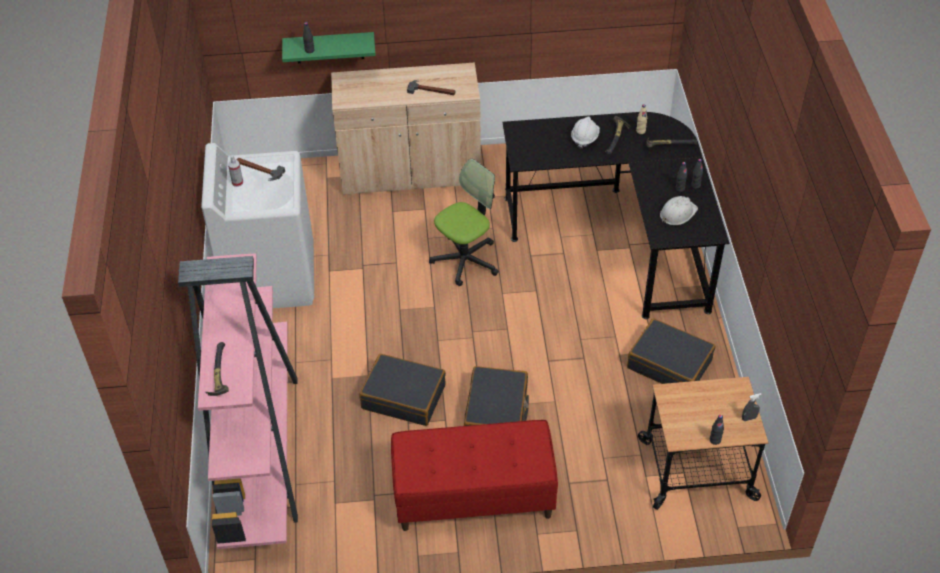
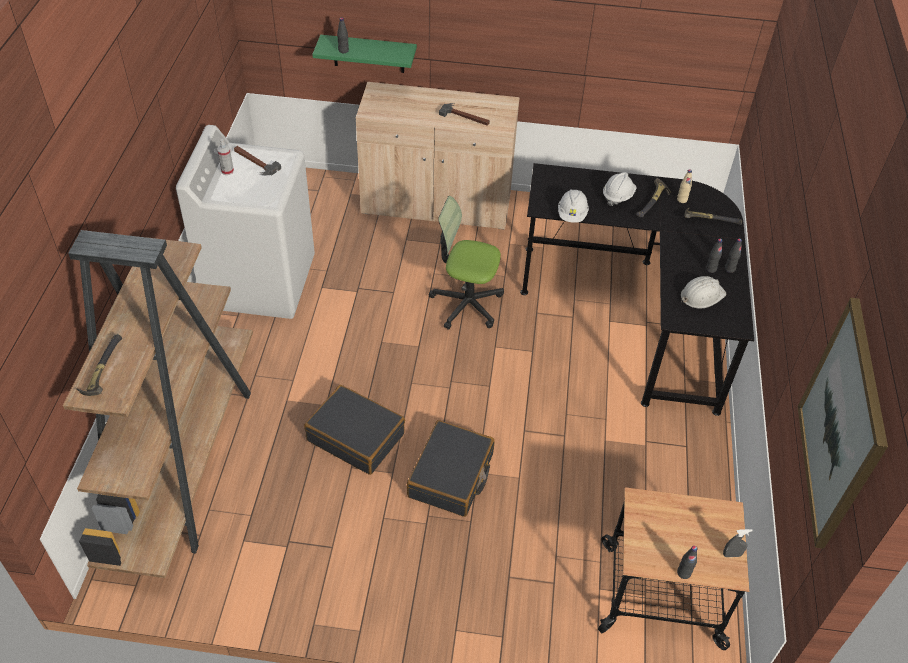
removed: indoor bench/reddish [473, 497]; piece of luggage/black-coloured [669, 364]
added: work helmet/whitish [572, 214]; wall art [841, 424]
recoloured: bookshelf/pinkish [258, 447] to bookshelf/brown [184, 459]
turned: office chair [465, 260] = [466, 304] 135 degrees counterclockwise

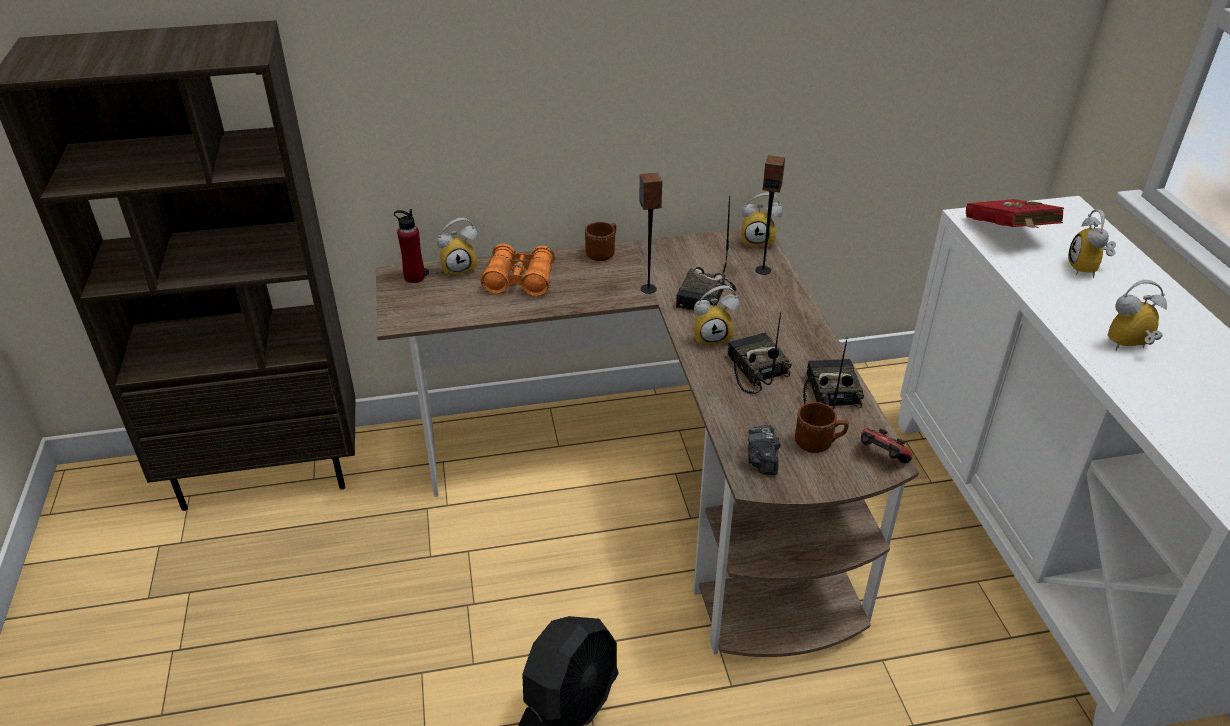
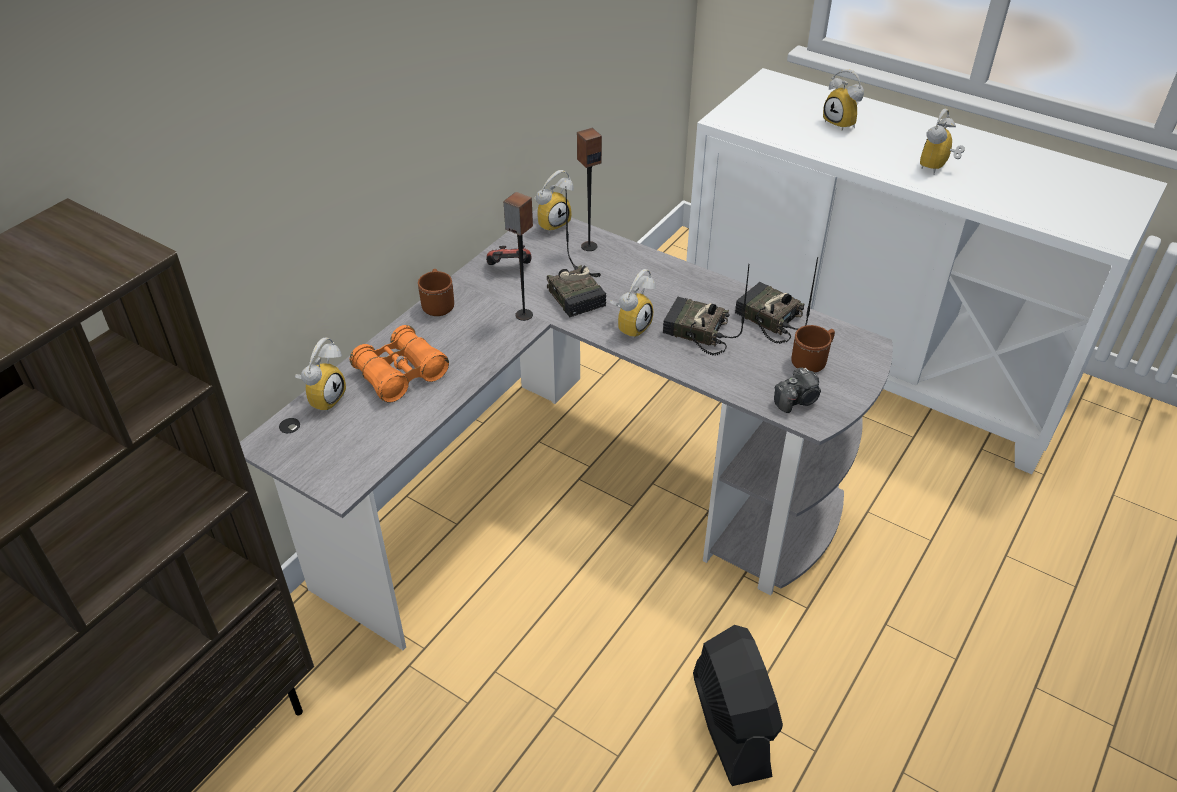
removed: drink bottle/reddish [414, 277]; book/reddish [1008, 235]
moved: game controller [881, 457] to [509, 268]
recoloured: desk table/brown [661, 485] to desk table/gray [580, 496]
turned: photo camera [762, 460] = [797, 400] 75 degrees counterclockwise

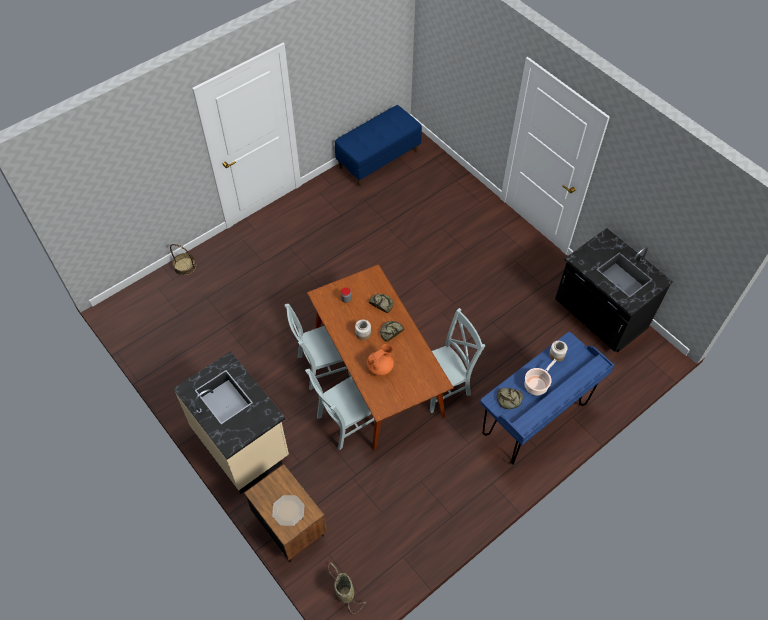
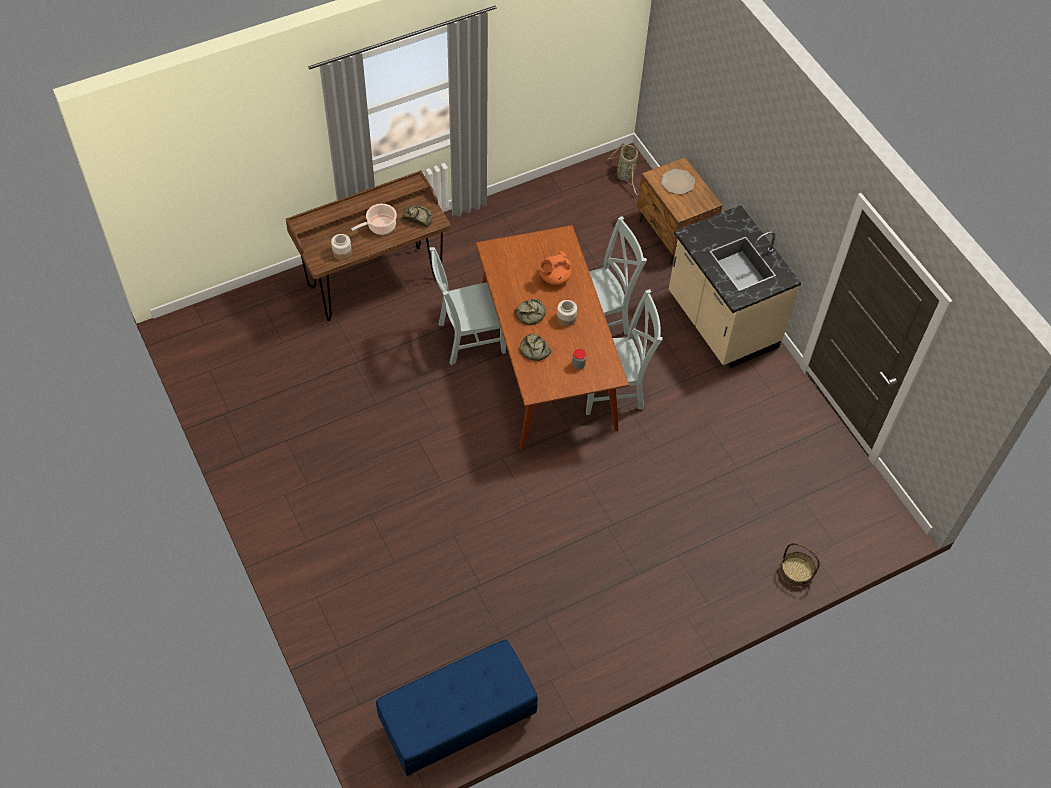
removed: kitchen counter/black-coloured [599, 317]
recoloured: desk table/blue-coloured [534, 420] to desk table/brown [374, 283]

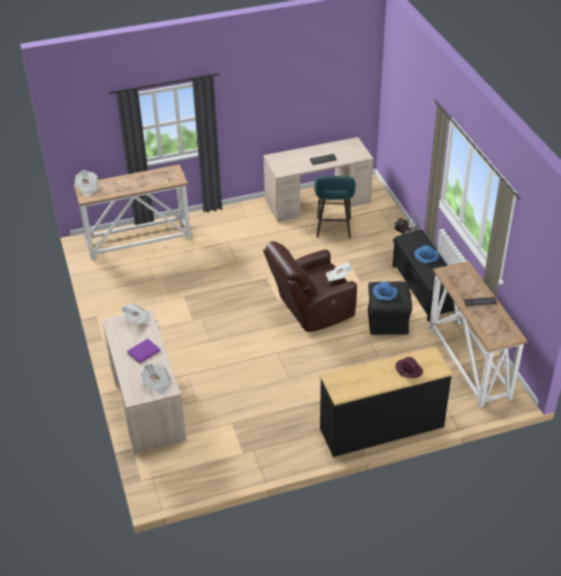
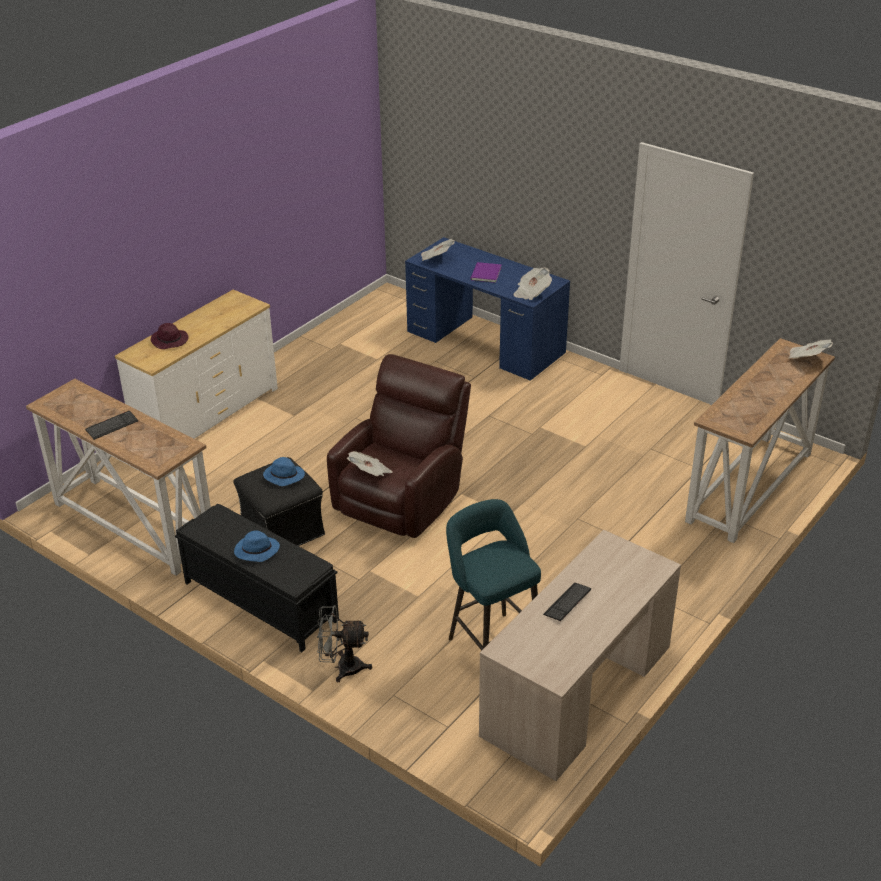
recoloured: desk table/beige [147, 401] to desk table/blue-coloured [485, 342]; drawer chest/black-coloured [382, 428] to drawer chest/whitish [206, 415]

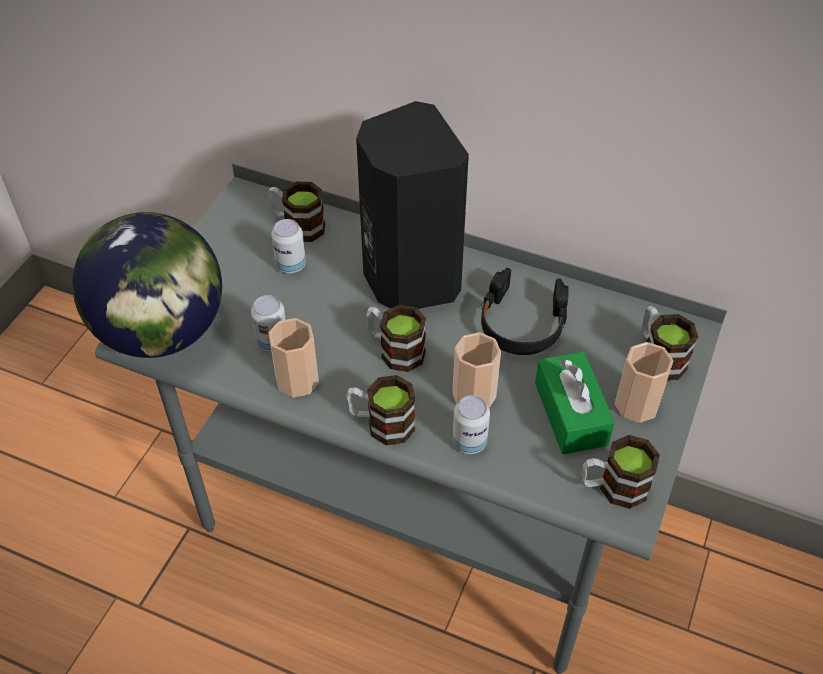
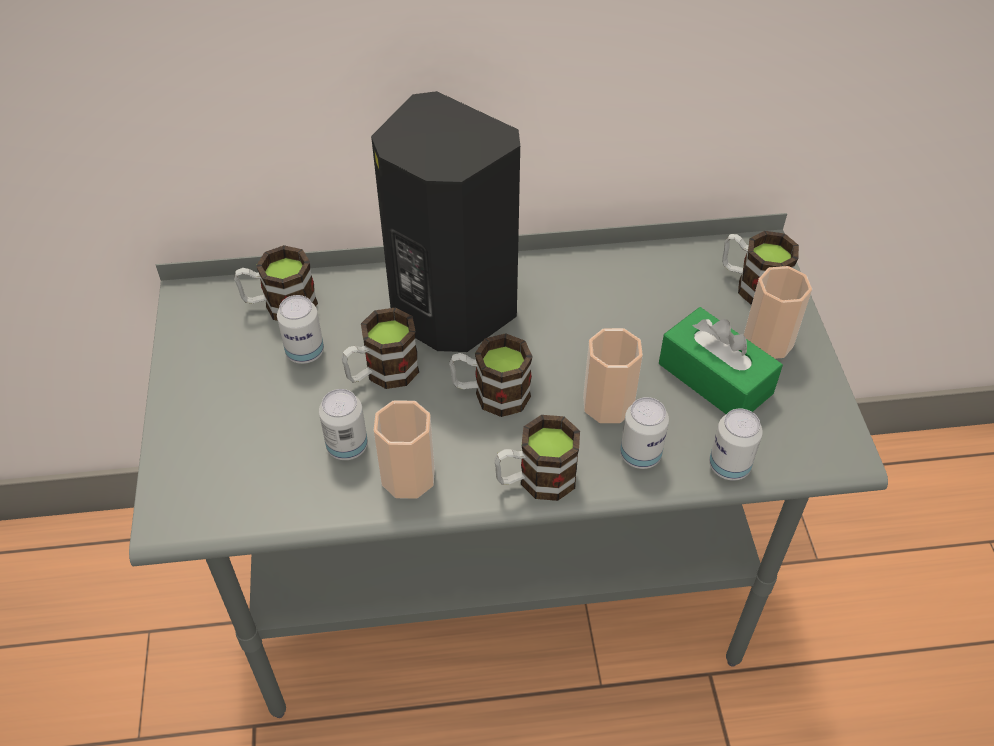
removed: globe [162, 332]; headphones/black-coloured [522, 323]
added: can [729, 466]
moved: coffee mug [613, 487] to [382, 373]

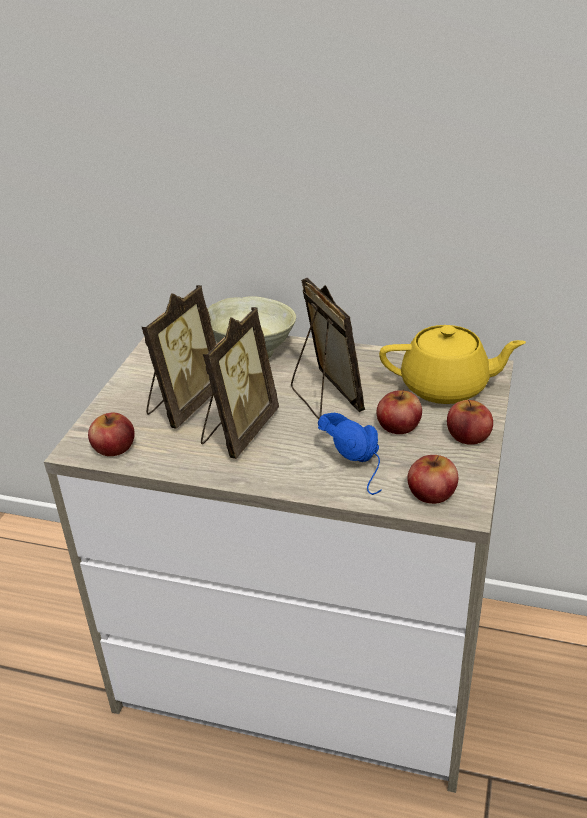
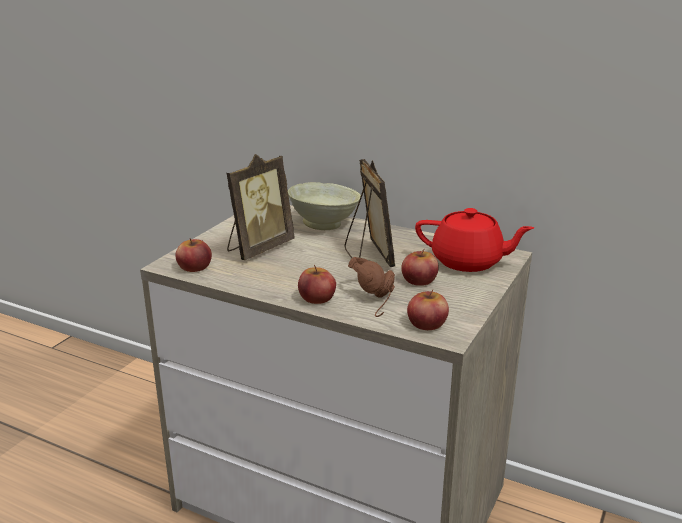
removed: photo frame [238, 431]
moved: apple fruit [468, 435] to [317, 298]
recoloured: headphones/blue-coloured [363, 463] to headphones/brown [380, 299]; teapot/yellow-coloured [446, 387] to teapot/reddish [468, 262]

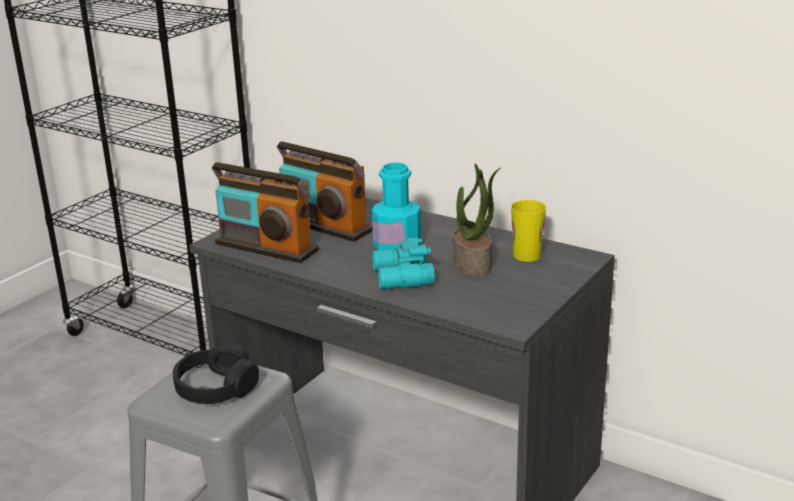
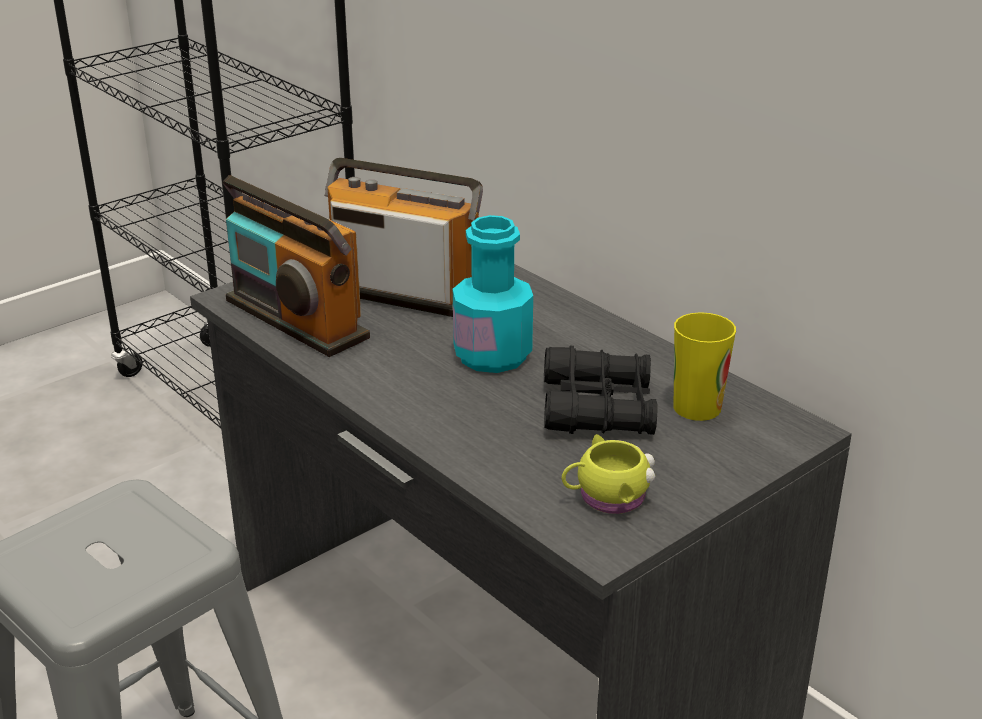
removed: headphones/black-coloured [216, 388]; field glasses/blue-green [401, 278]
added: coffee mug/yellow-coloured [606, 497]
replaced: houseplant [473, 264] to field glasses/black-coloured [598, 407]
turned: radio [324, 225] = [405, 294] 150 degrees clockwise

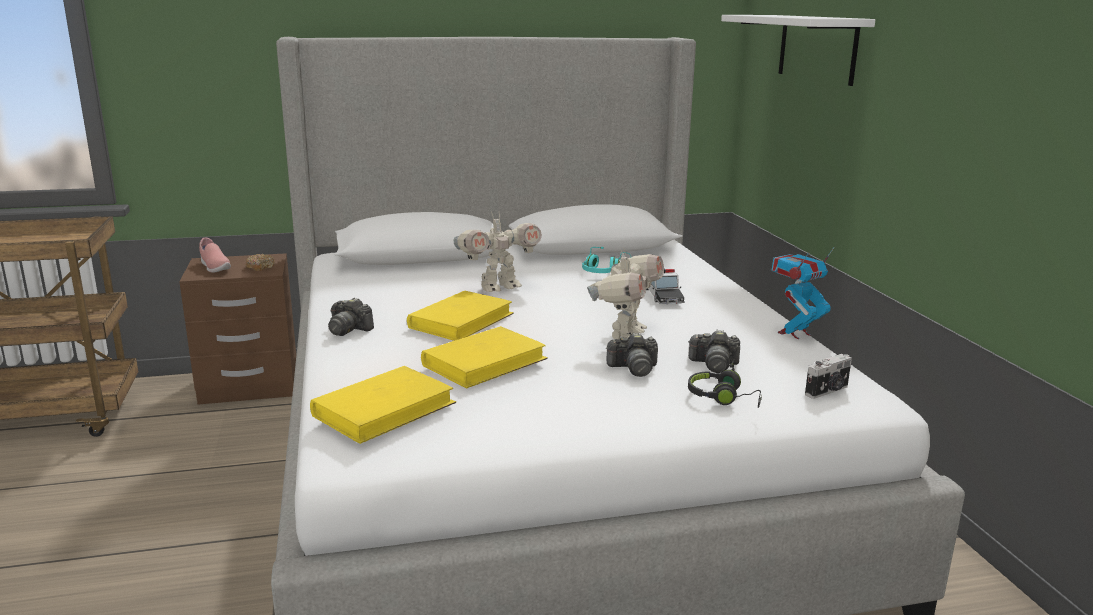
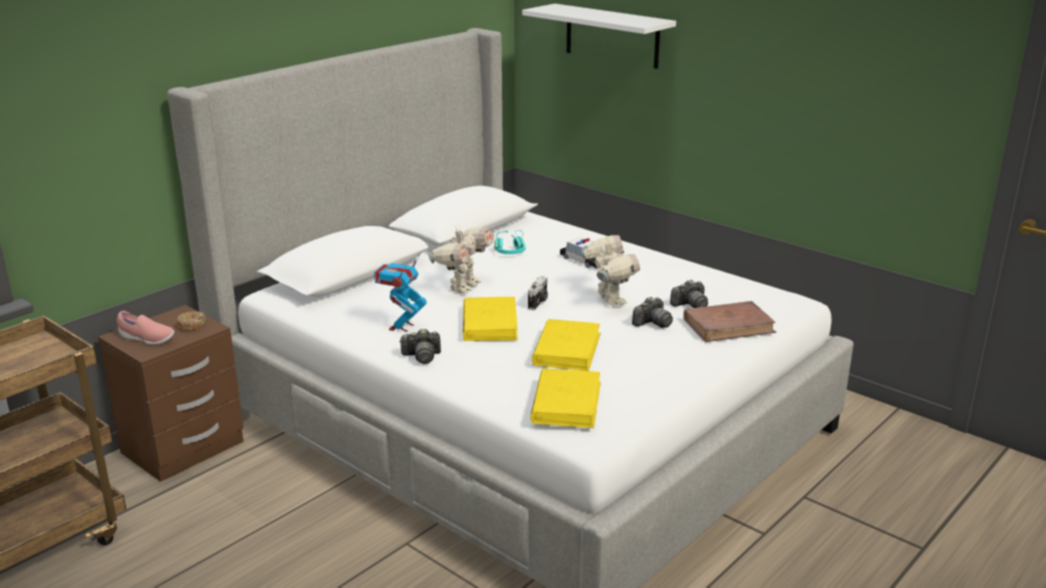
moved: model robot [794, 333] to [401, 327]; photo camera [828, 391] to [538, 302]
replaced: headphones/black-coloured [724, 398] to book/brown [728, 326]

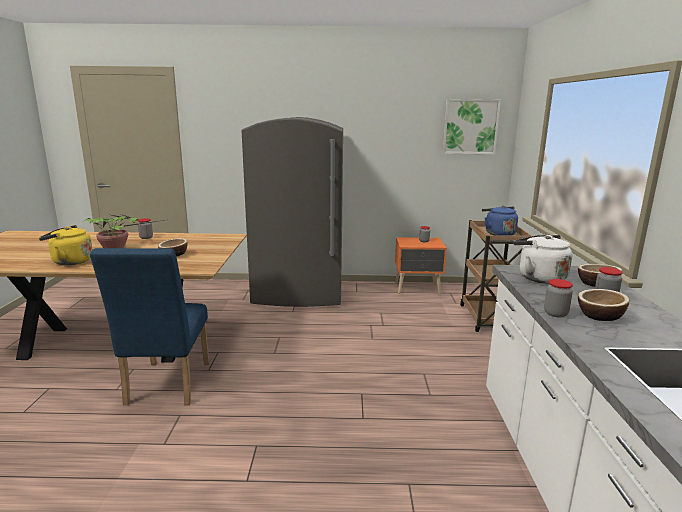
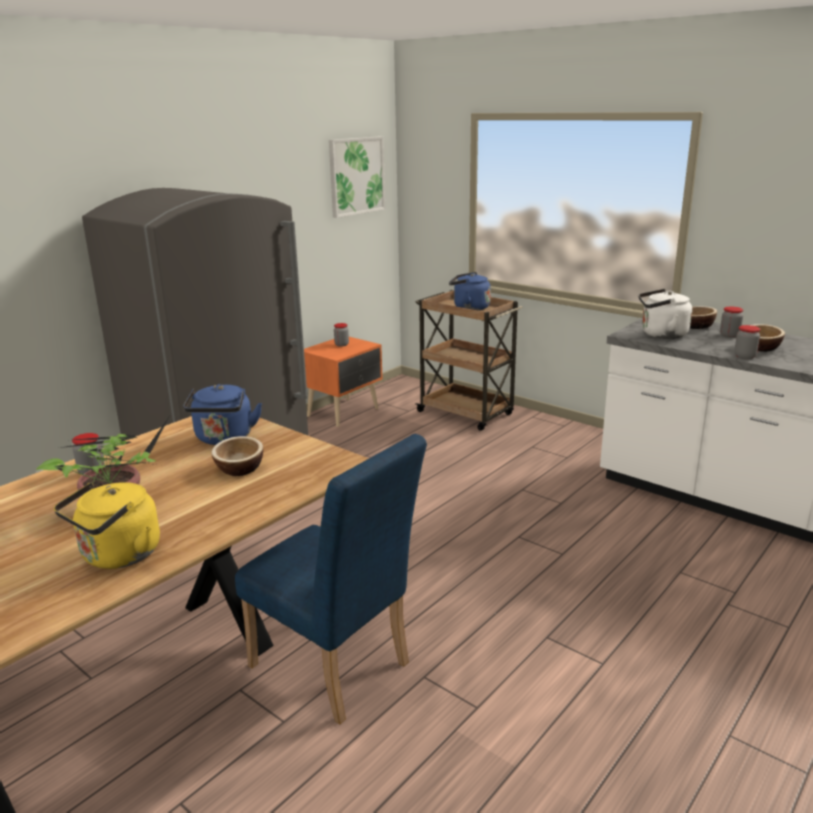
added: kettle/blue-coloured [224, 439]

